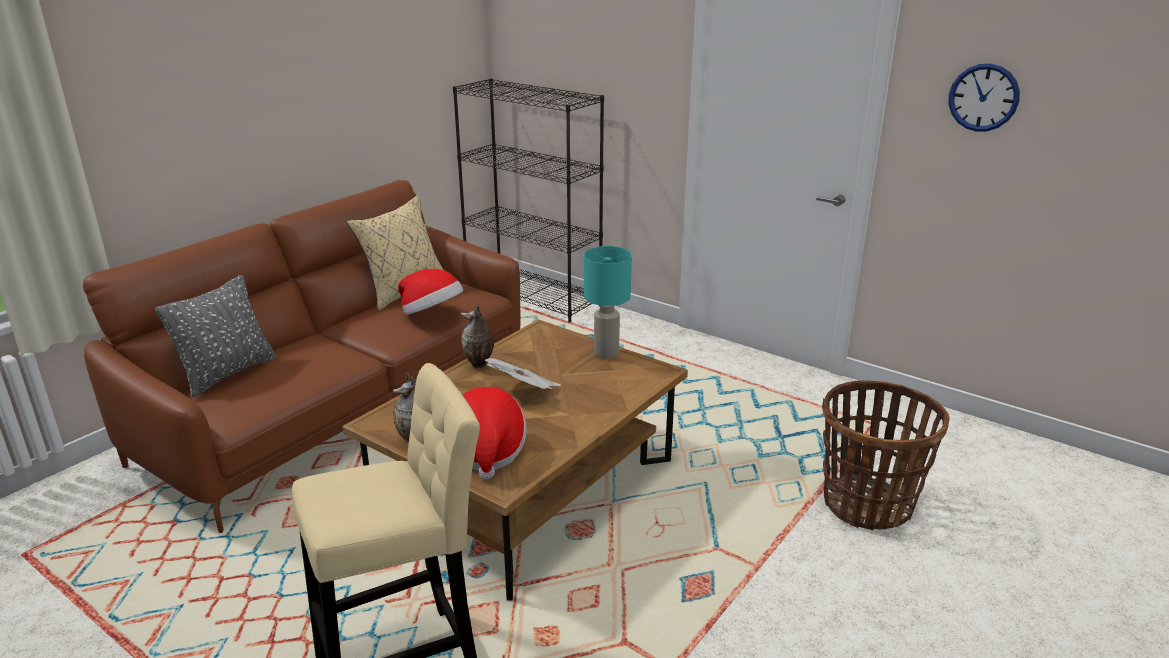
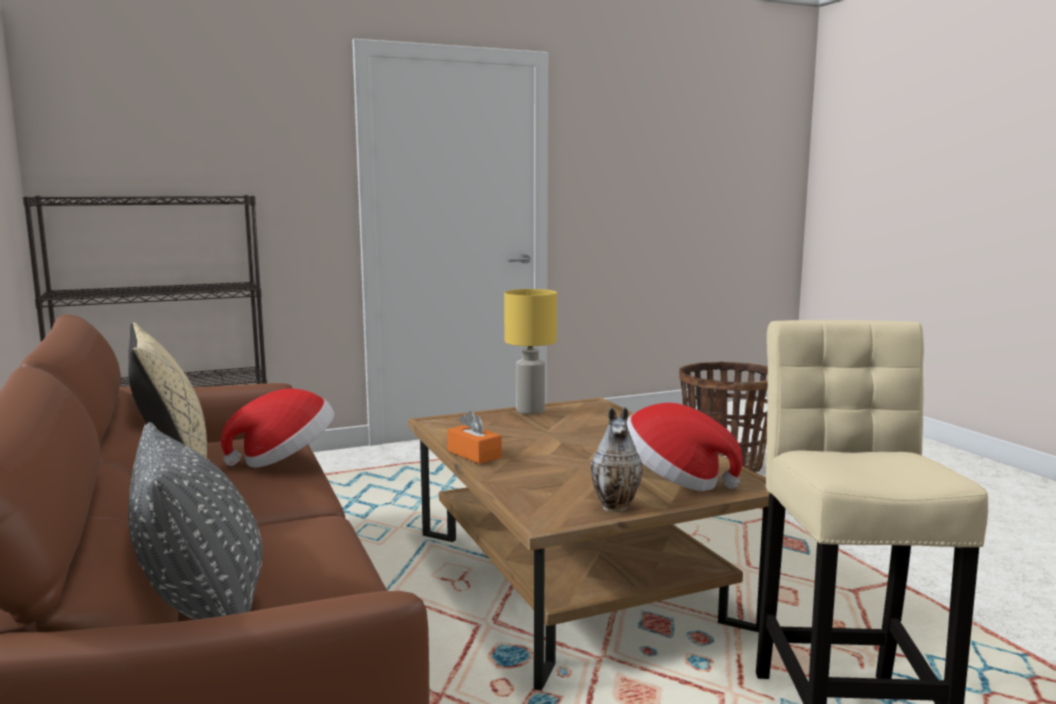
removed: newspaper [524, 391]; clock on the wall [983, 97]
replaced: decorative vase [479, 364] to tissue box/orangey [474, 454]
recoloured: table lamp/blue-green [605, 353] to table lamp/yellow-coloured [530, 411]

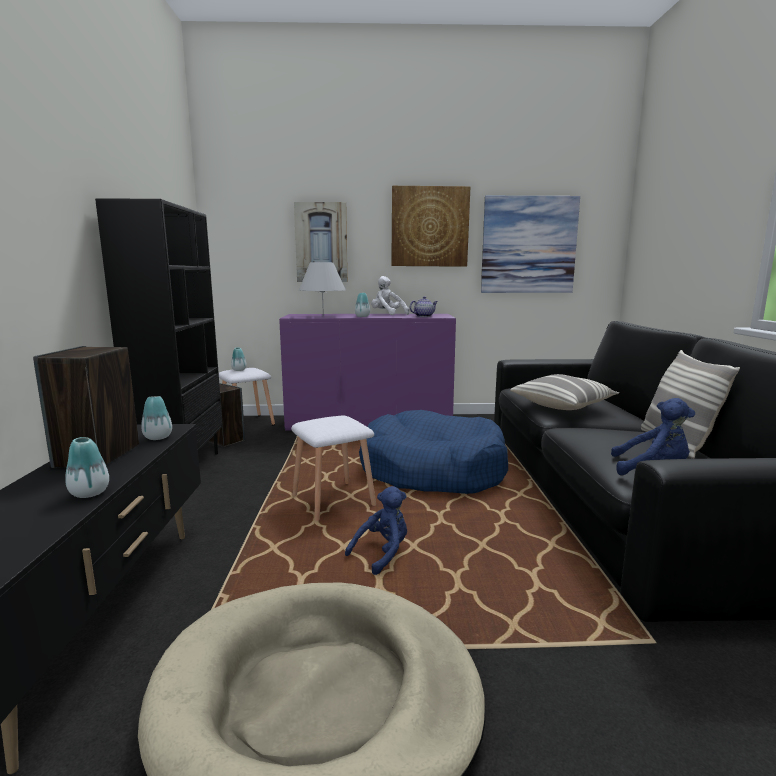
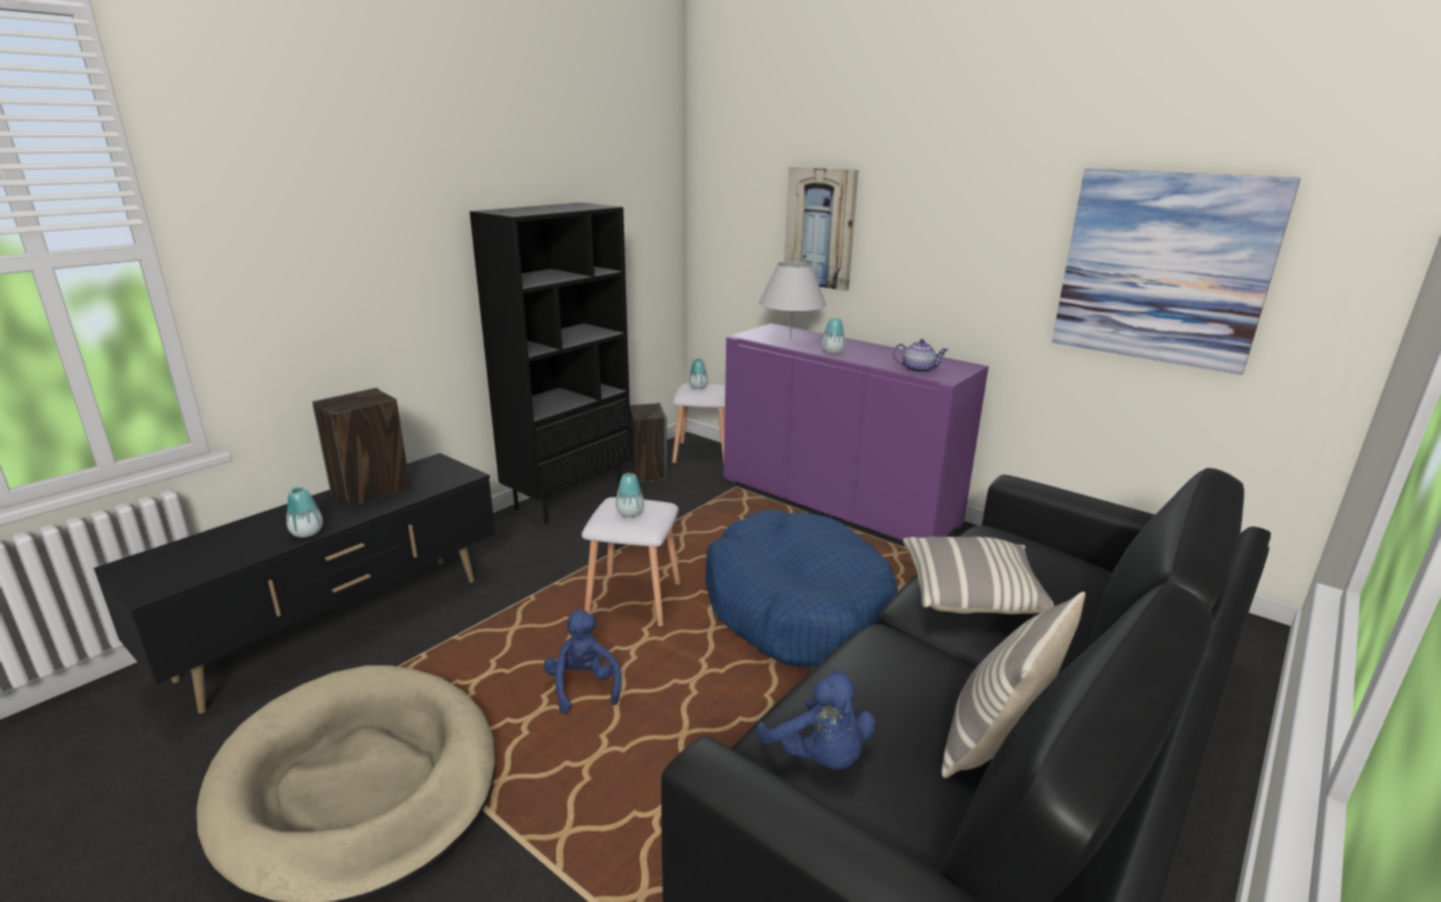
removed: soft toy/whitish [387, 314]; wall art [429, 227]
moved: decorative vase [158, 437] to [630, 513]
turned: soft toy/blue-coloured [382, 554] = [583, 687] 105 degrees counterclockwise

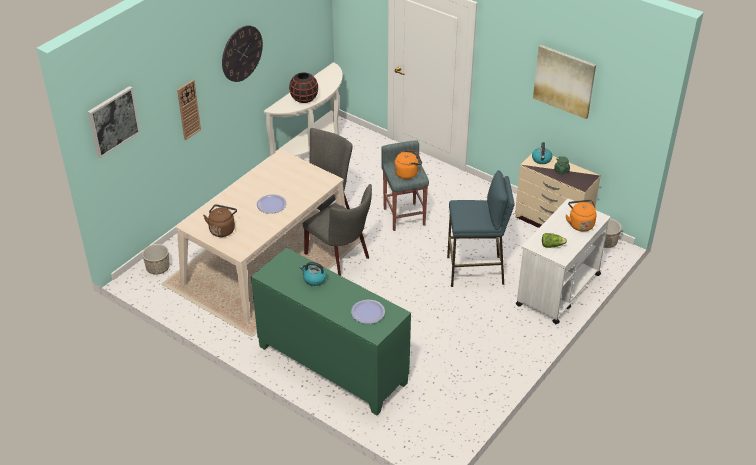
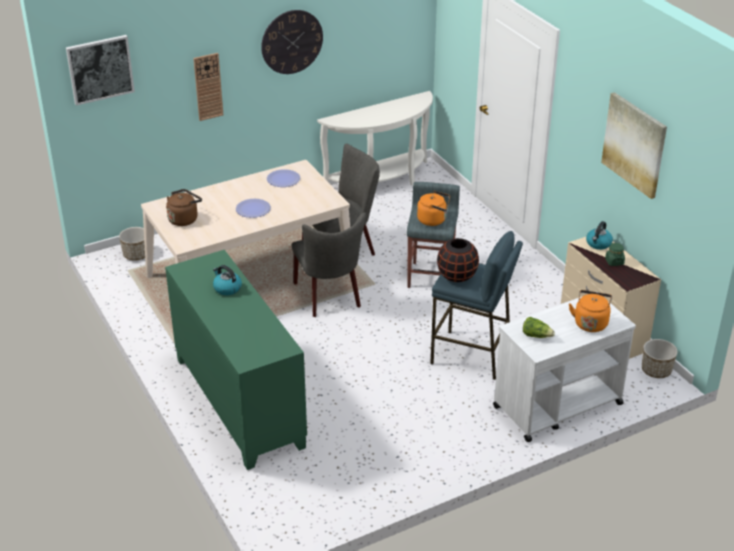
moved: decorative vase/black-coloured [304, 99] to [457, 276]; flat dish [368, 312] to [283, 179]

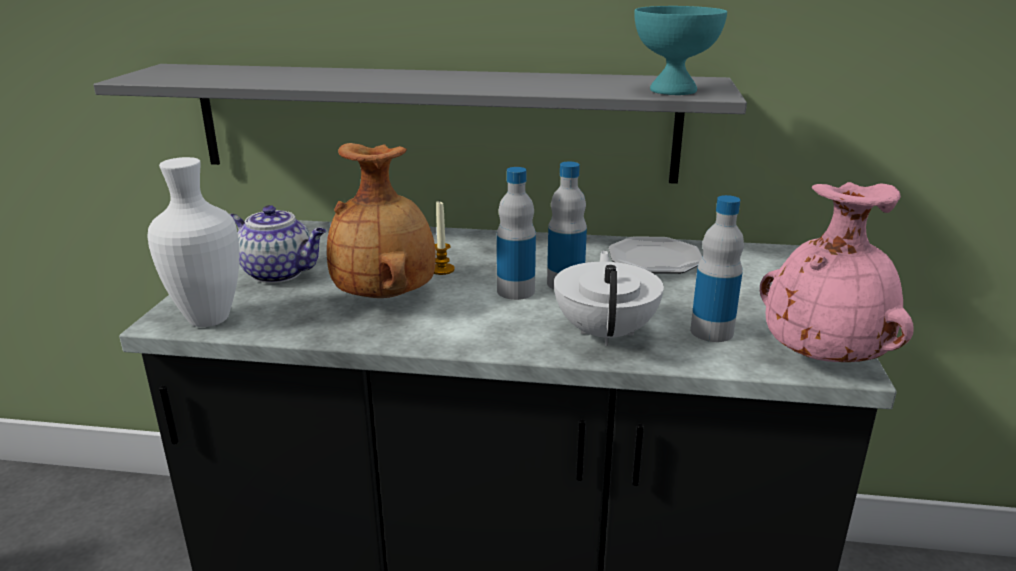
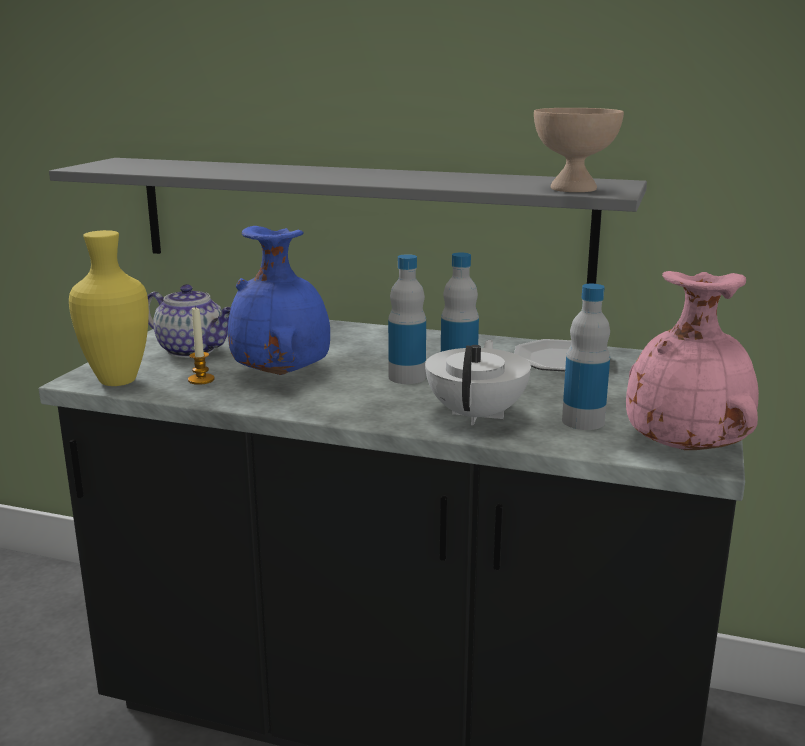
moved: wax light [442, 269] to [201, 380]
recoloured: decorative vase/whitish [210, 320] to decorative vase/yellow-coloured [118, 382]; decorative vase/brown [386, 296] to decorative vase/blue-coloured [283, 373]; serving bowl/blue-green [674, 90] to serving bowl/beige [574, 188]

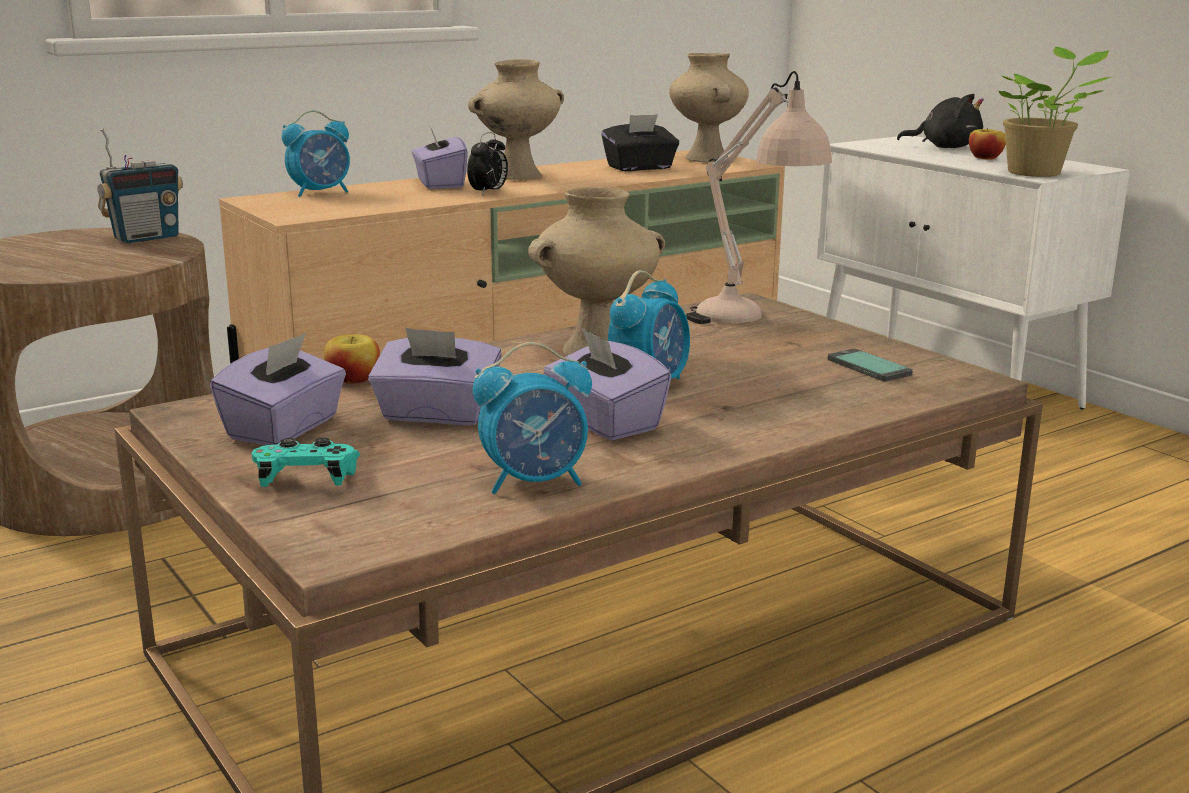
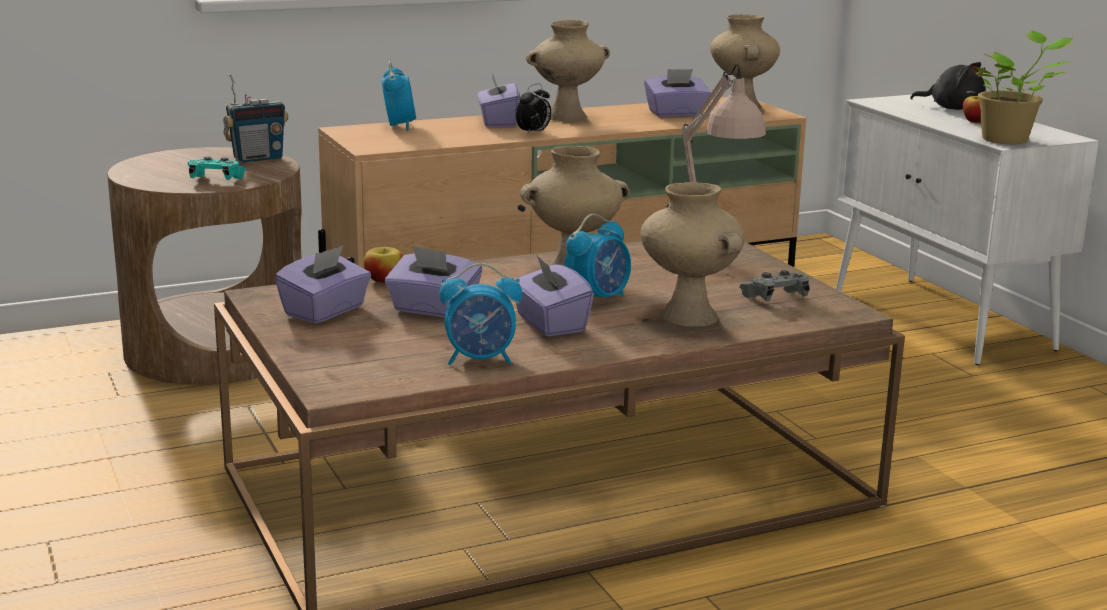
added: decorative vase/beige [686, 316]
moved: game controller/blue-green [307, 481] to [216, 179]
replaced: telephone [868, 367] to game controller/gray [775, 298]
recoloured: tissue box/black-coloured [640, 168] to tissue box/purple-coloured [676, 114]
turned: alarm clock [321, 193] = [399, 126] 75 degrees counterclockwise

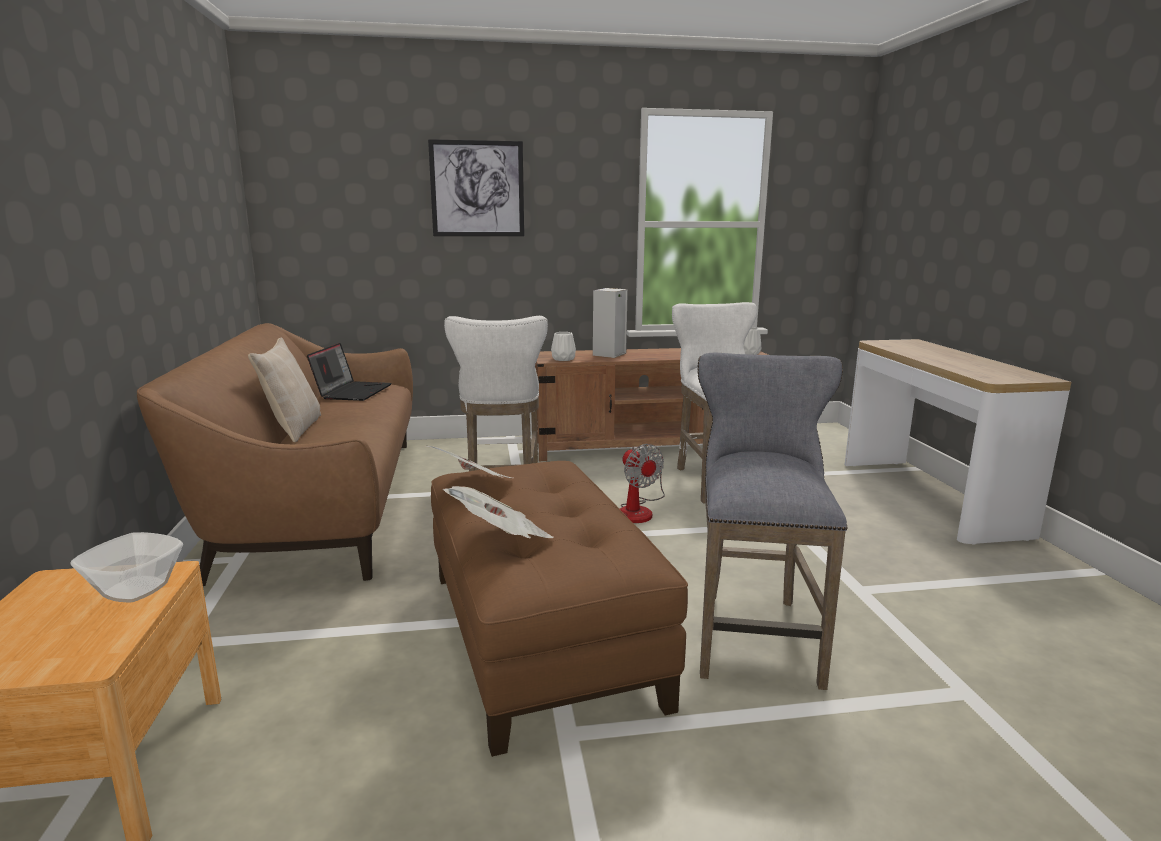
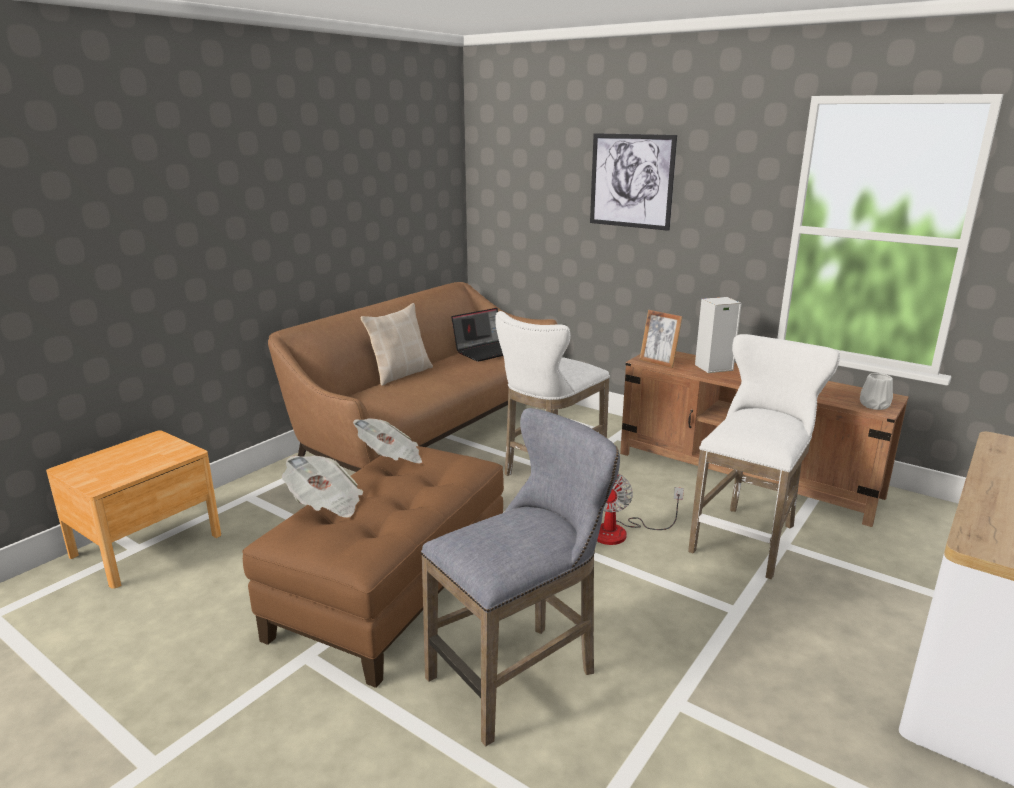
removed: serving bowl [137, 589]
replaced: decorative vase/whitish [564, 359] to photo frame [658, 362]

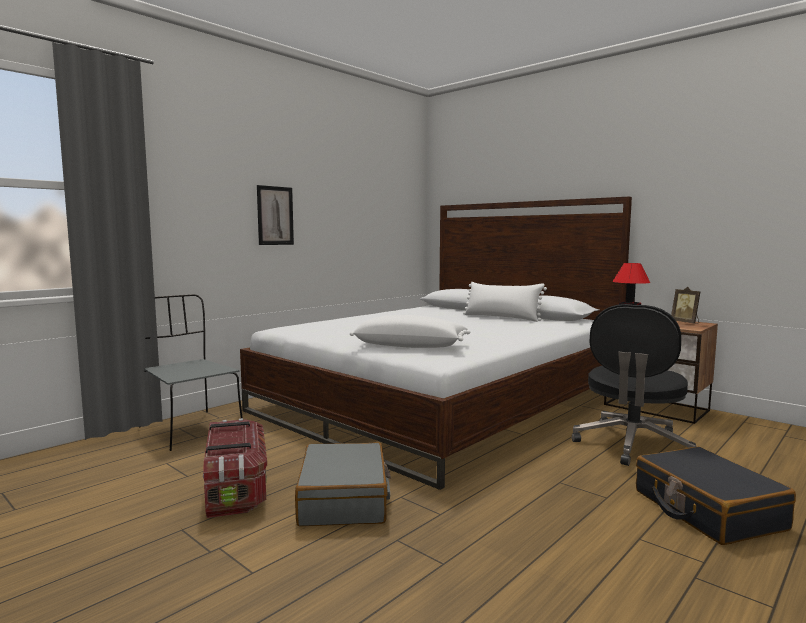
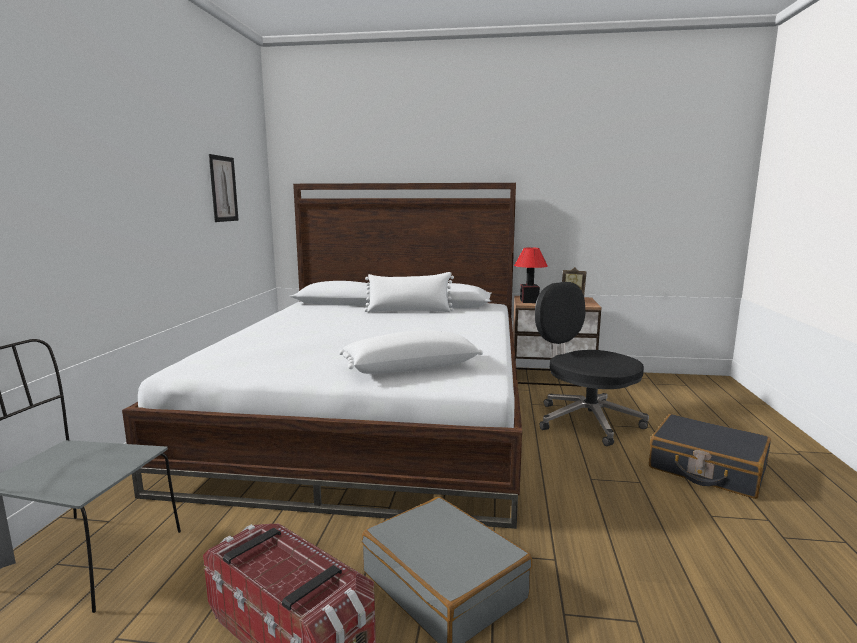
moved: wall art [275, 215] to [223, 189]
turned: office chair/black-coloured [631, 445] = [585, 421] 150 degrees clockwise

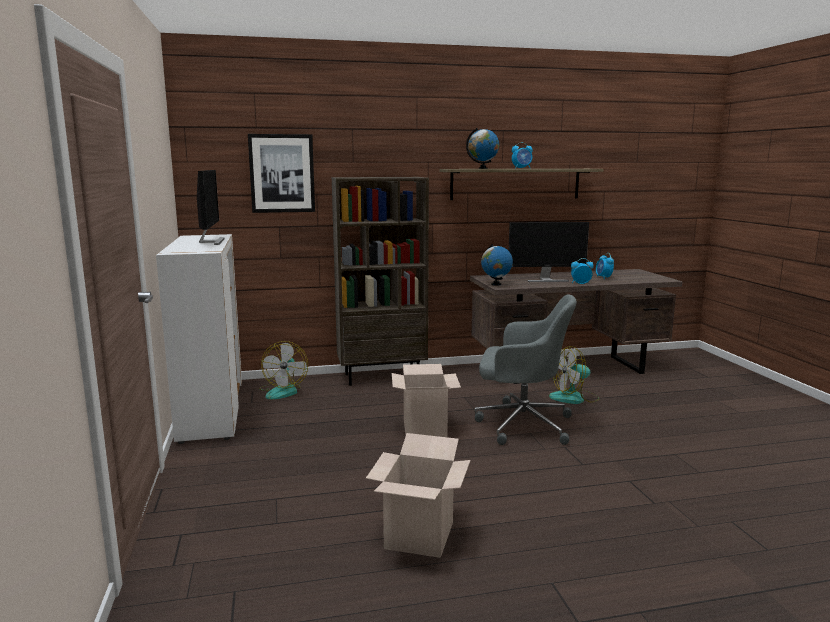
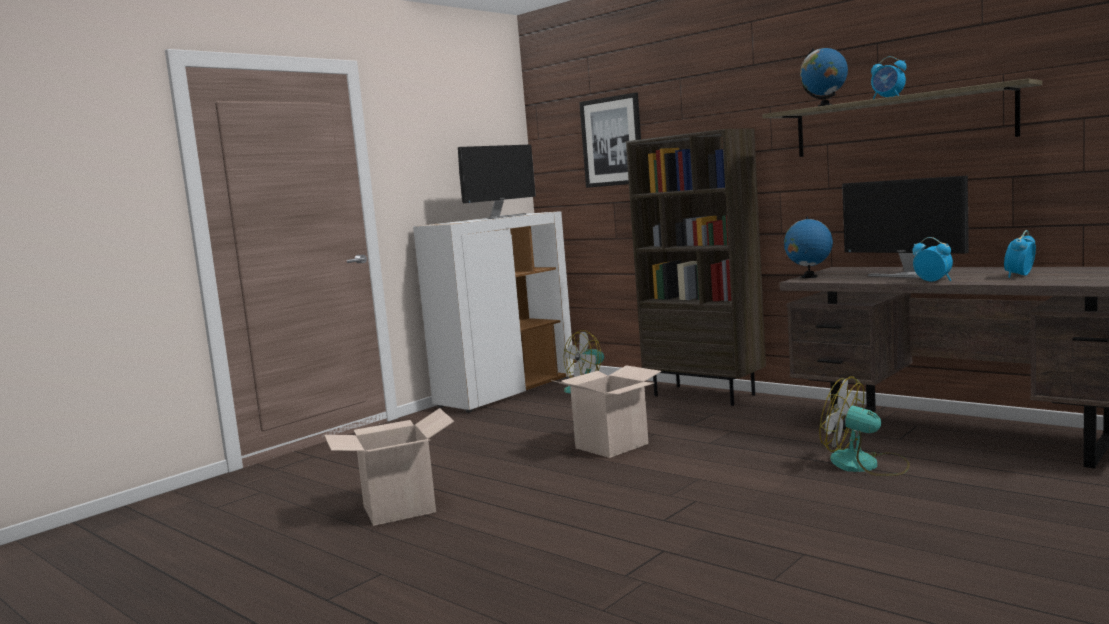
removed: office chair/gray [521, 424]

